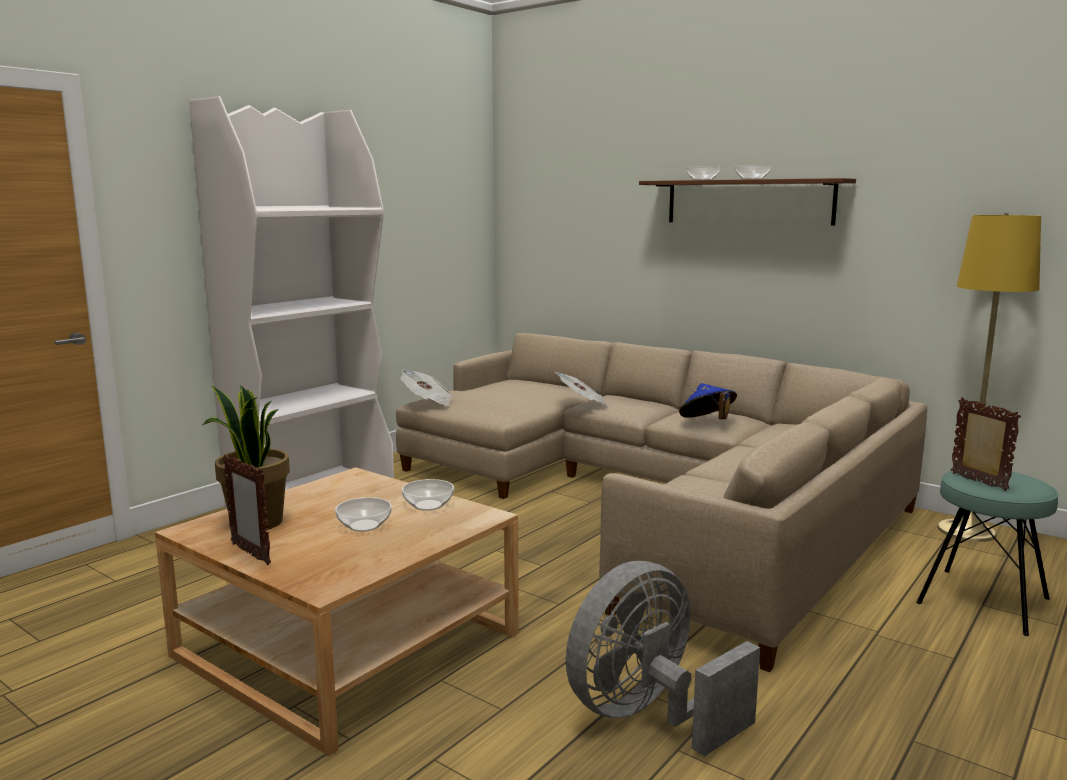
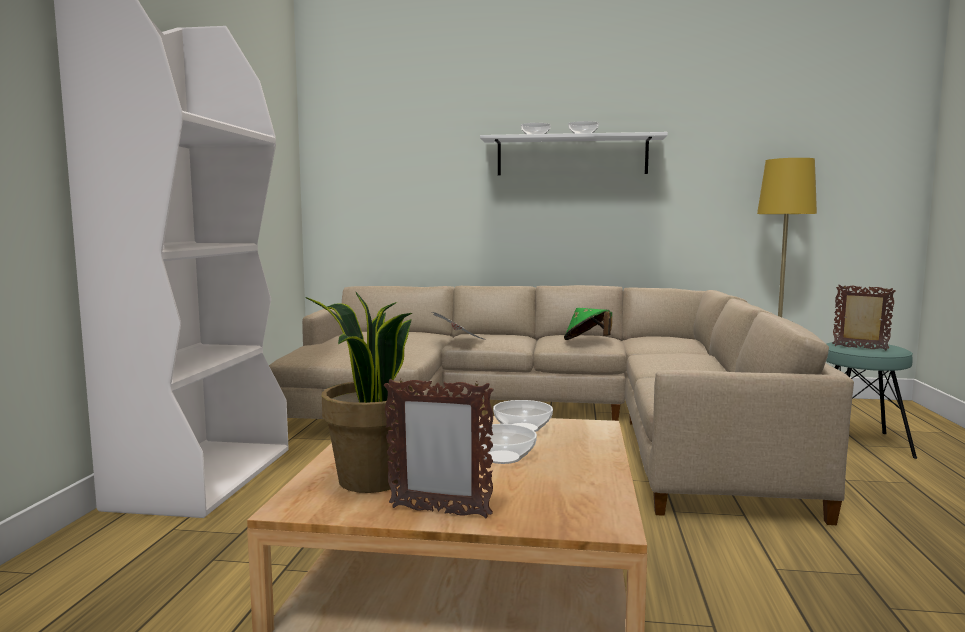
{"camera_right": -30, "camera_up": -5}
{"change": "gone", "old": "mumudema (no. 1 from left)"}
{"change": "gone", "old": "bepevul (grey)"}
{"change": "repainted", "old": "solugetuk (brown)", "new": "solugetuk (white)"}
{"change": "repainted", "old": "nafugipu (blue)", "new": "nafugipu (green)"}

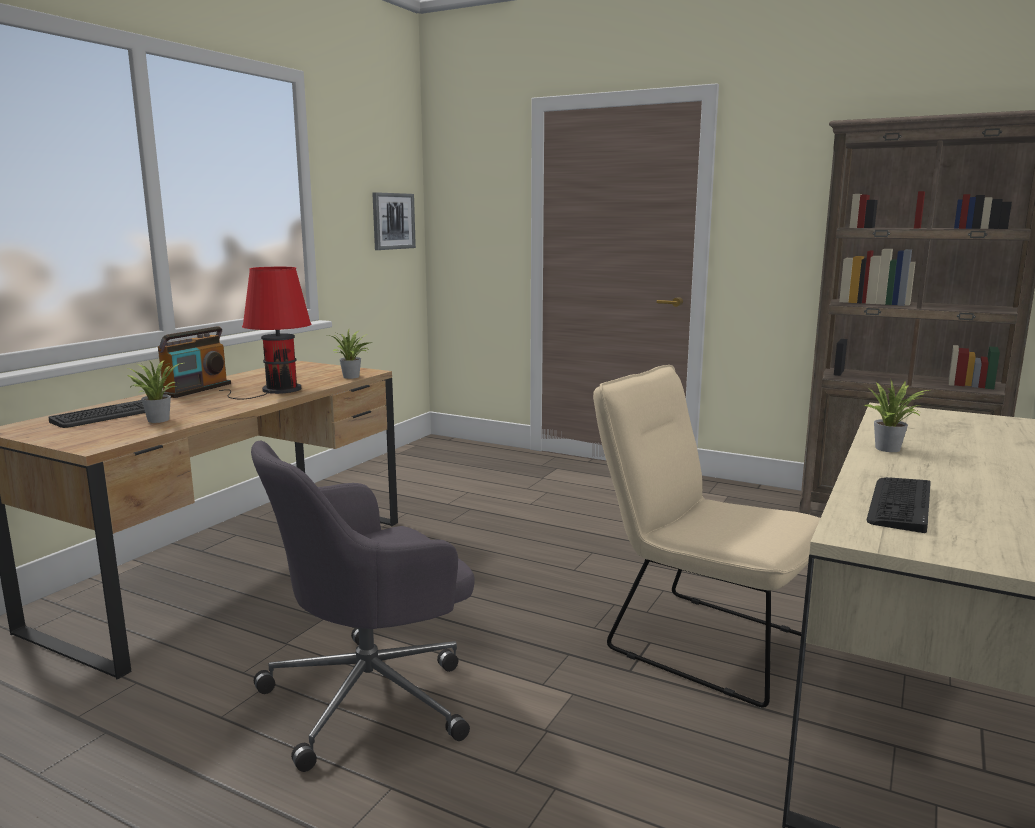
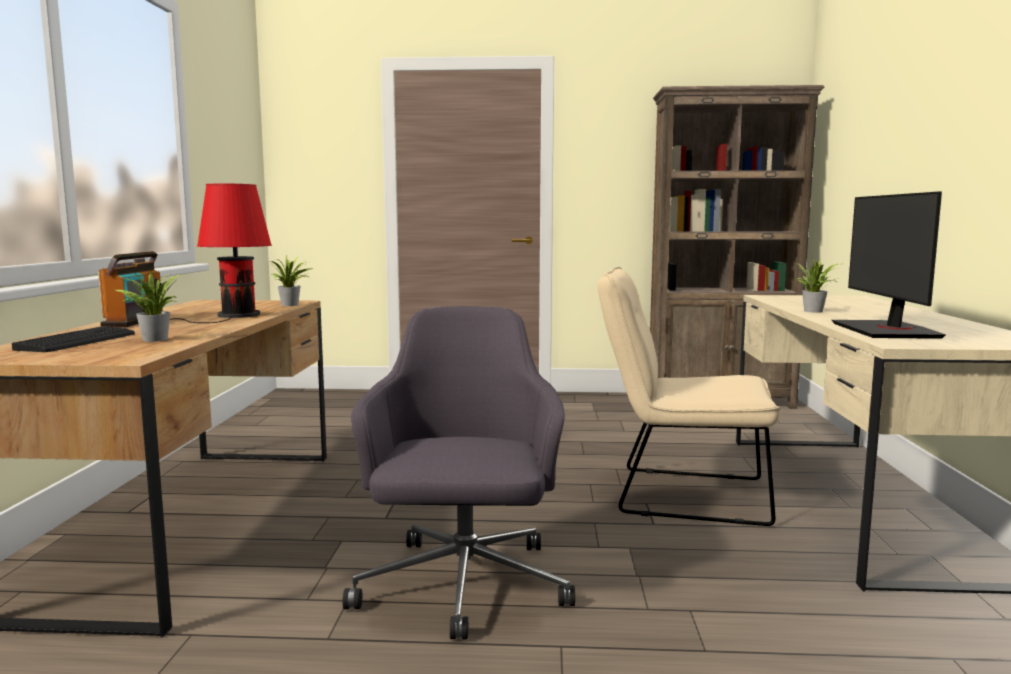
{"camera_right": -25, "camera_up": -5}
{"change": "gone", "old": "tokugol"}
{"change": "swapped", "old": "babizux (no. 2 from left)", "new": "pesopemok"}
{"change": "rotated", "old": "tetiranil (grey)", "degrees": 150}

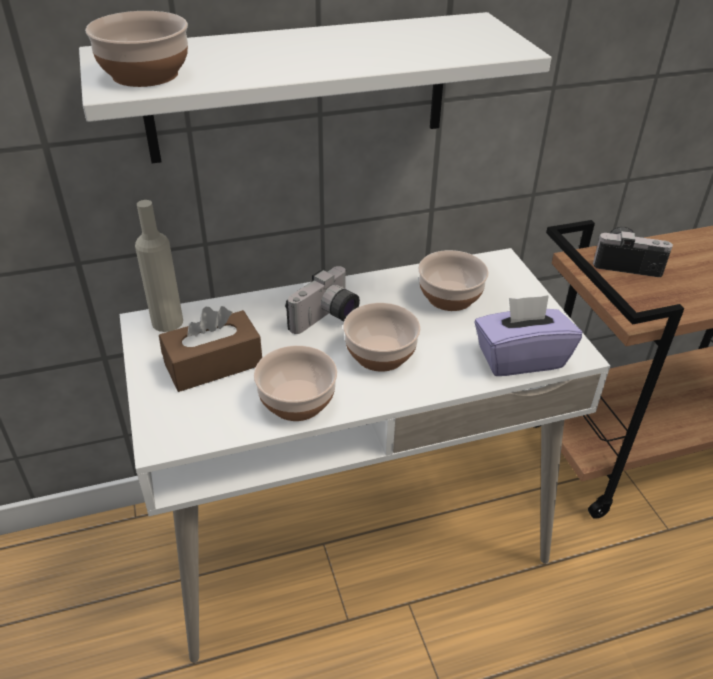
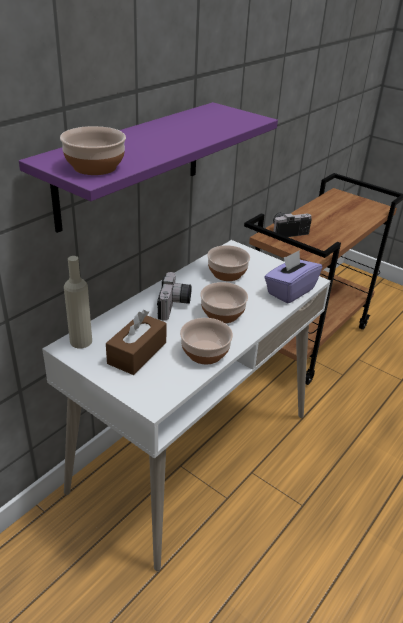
{"camera_right": -35, "camera_up": -5}
{"change": "repainted", "old": "solugetuk (white)", "new": "solugetuk (purple)"}

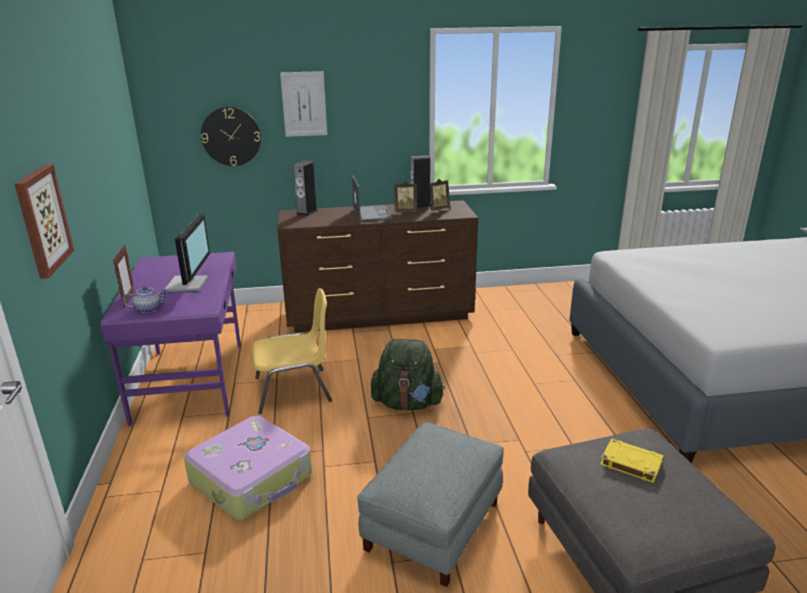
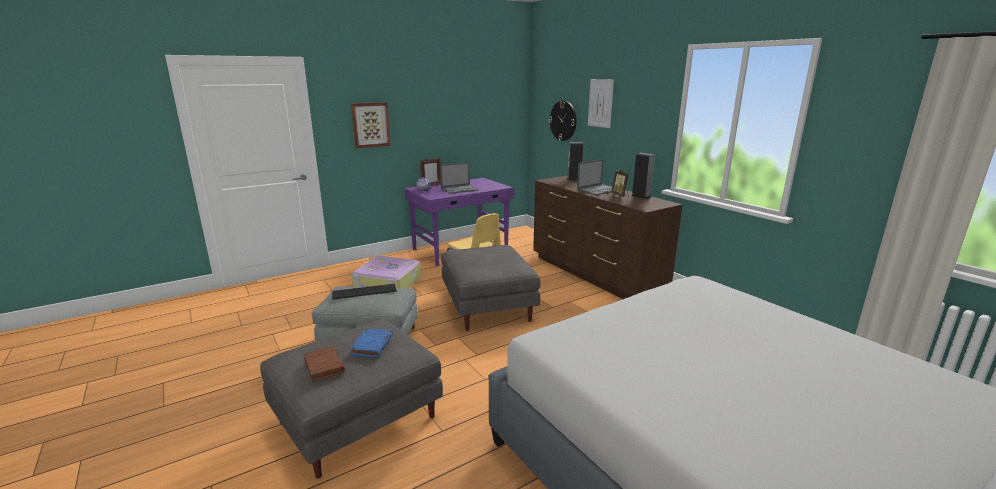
{"camera_right": 65, "camera_up": -5}
{"change": "gone", "old": "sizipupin (no. 3 from left)"}
{"change": "new", "new": "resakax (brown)"}
{"change": "new", "new": "babizux"}
{"change": "swapped", "old": "pesopemok", "new": "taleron (no. 1 from left)"}
{"change": "swapped", "old": "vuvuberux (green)", "new": "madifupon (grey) (no. 3 from left)"}
{"change": "repainted", "old": "resakax (yellow)", "new": "resakax (blue)"}

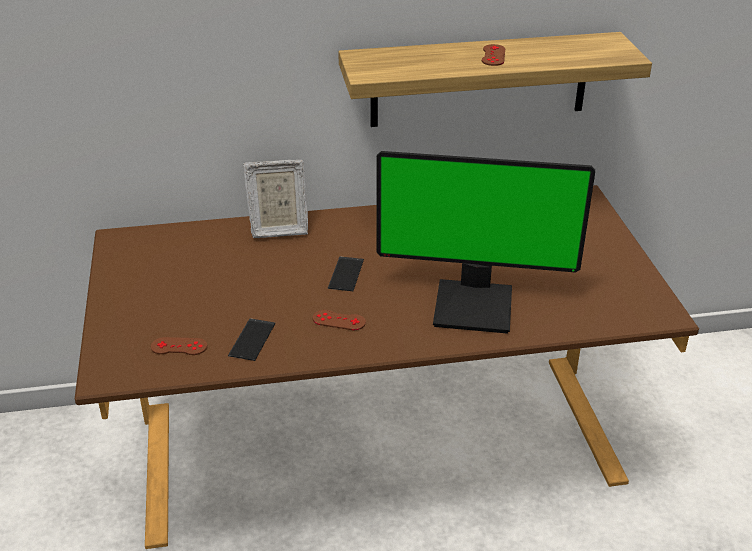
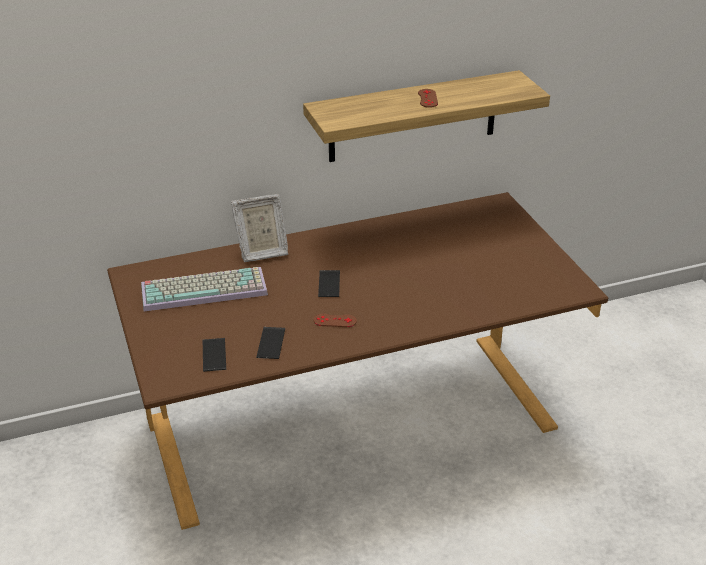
{"camera_right": -10, "camera_up": 0}
{"change": "gone", "old": "pesopemok"}
{"change": "new", "new": "babizux"}
{"change": "swapped", "old": "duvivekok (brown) (no. 1 from left)", "new": "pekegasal (no. 1 from left)"}

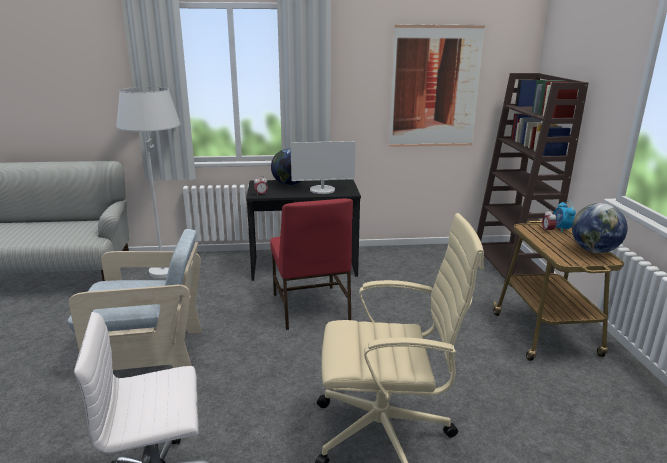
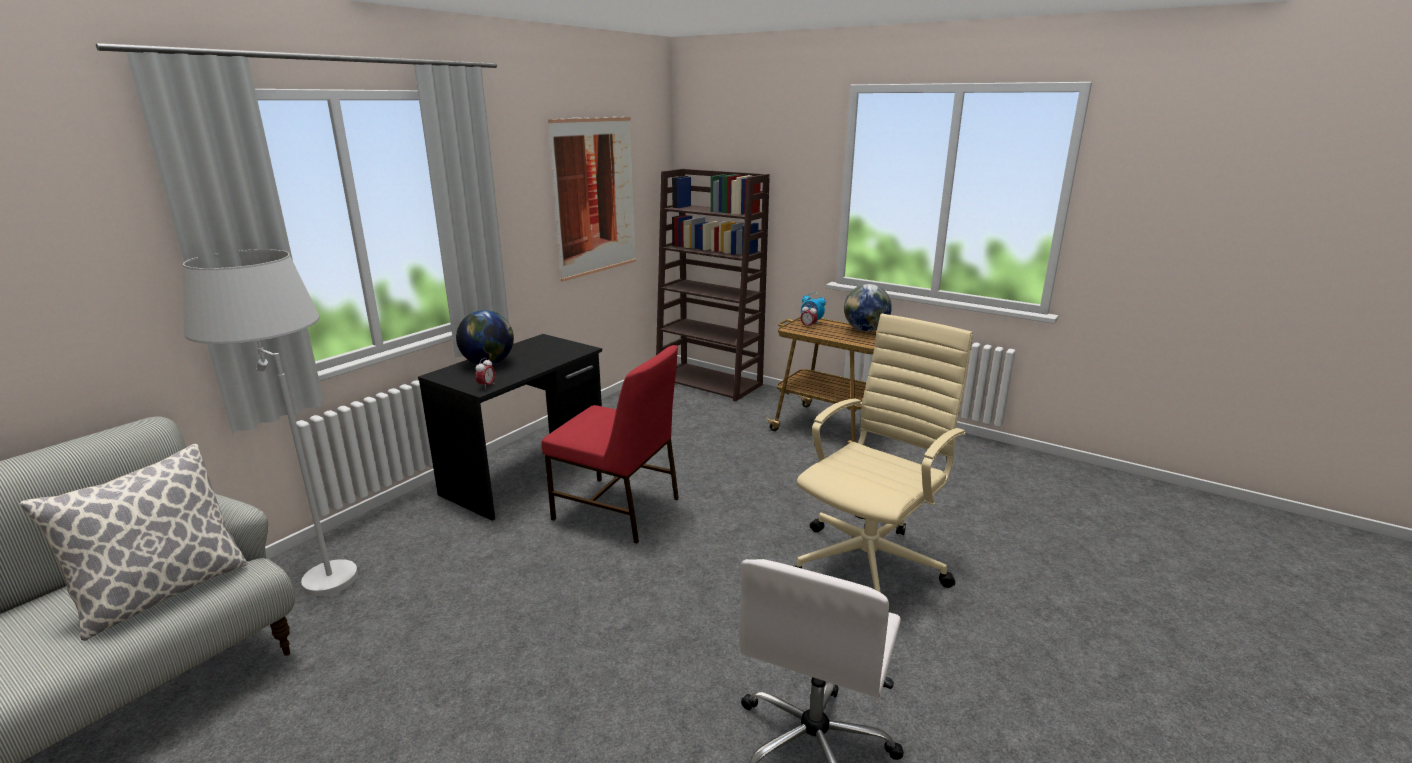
{"camera_right": -50, "camera_up": 0}
{"change": "gone", "old": "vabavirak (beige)"}
{"change": "gone", "old": "pesopemok"}
{"change": "new", "new": "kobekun"}

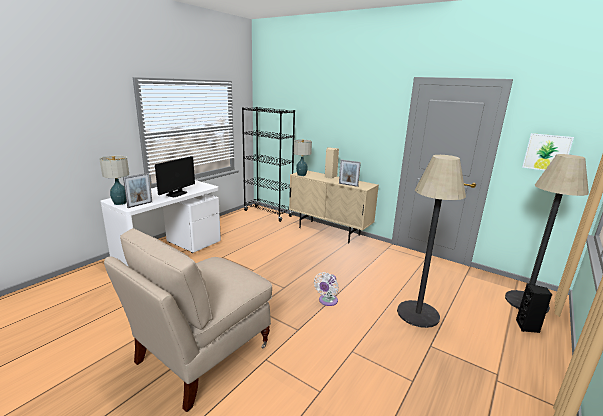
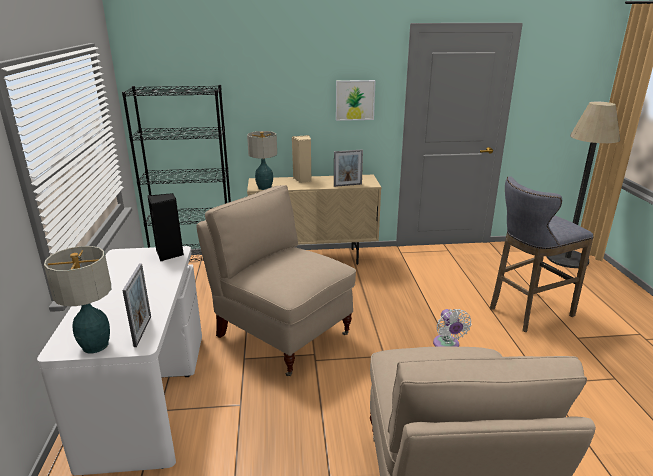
{"camera_right": -40, "camera_up": 5}
{"change": "gone", "old": "pesopemok"}
{"change": "new", "new": "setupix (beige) (no. 1 from left)"}
{"change": "shifted", "old": "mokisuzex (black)"}
{"change": "shifted", "old": "tokugol"}
{"change": "swapped", "old": "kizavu (no. 1 from left)", "new": "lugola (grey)"}

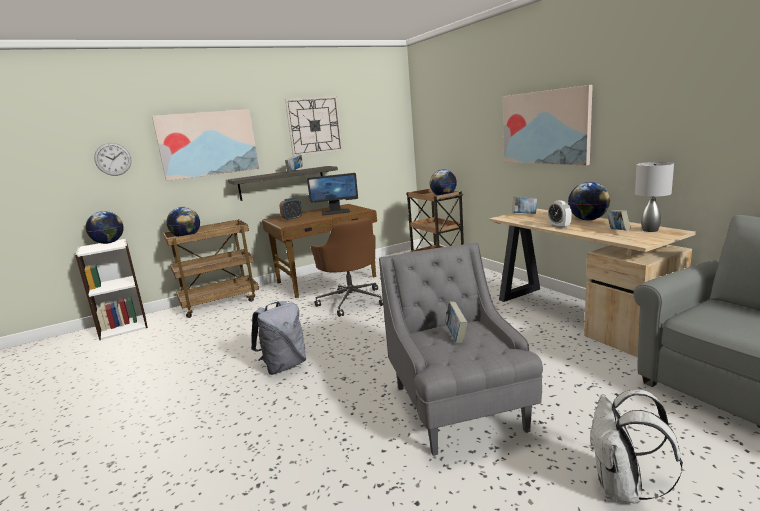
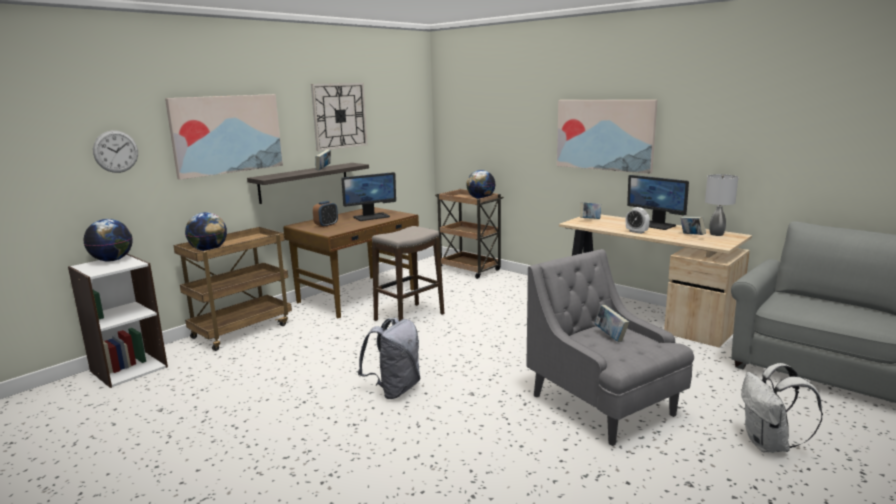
{"camera_right": -20, "camera_up": 0}
{"change": "swapped", "old": "tetiranil (brown)", "new": "lugola"}
{"change": "swapped", "old": "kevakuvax (no. 4 from left)", "new": "pesopemok (no. 2 from left)"}

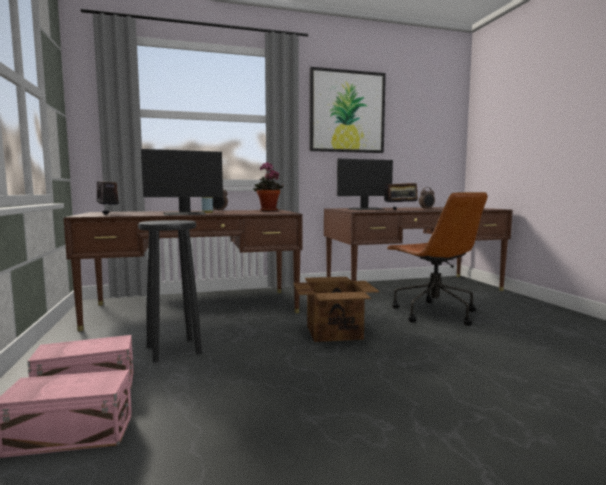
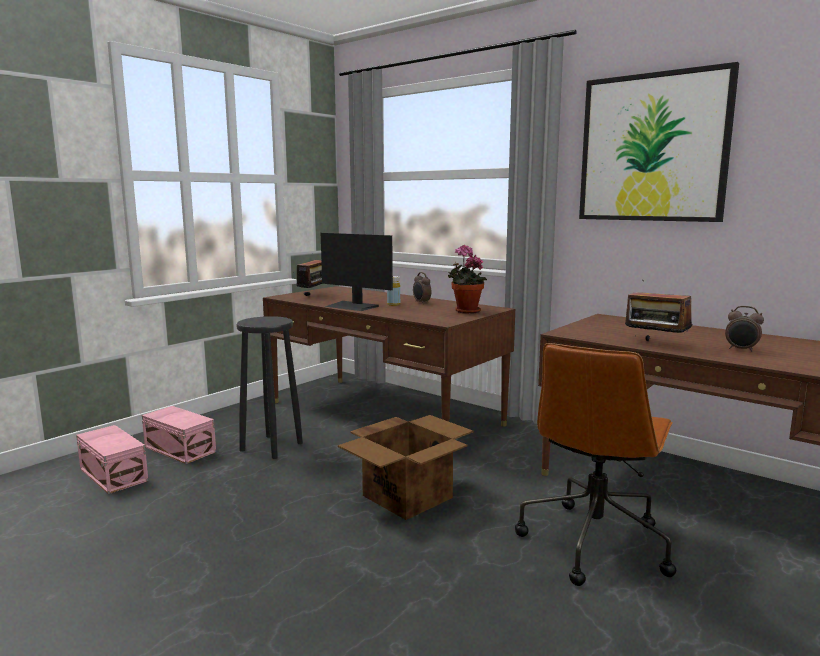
{"camera_right": 55, "camera_up": 5}
{"change": "gone", "old": "pesopemok (no. 2 from left)"}

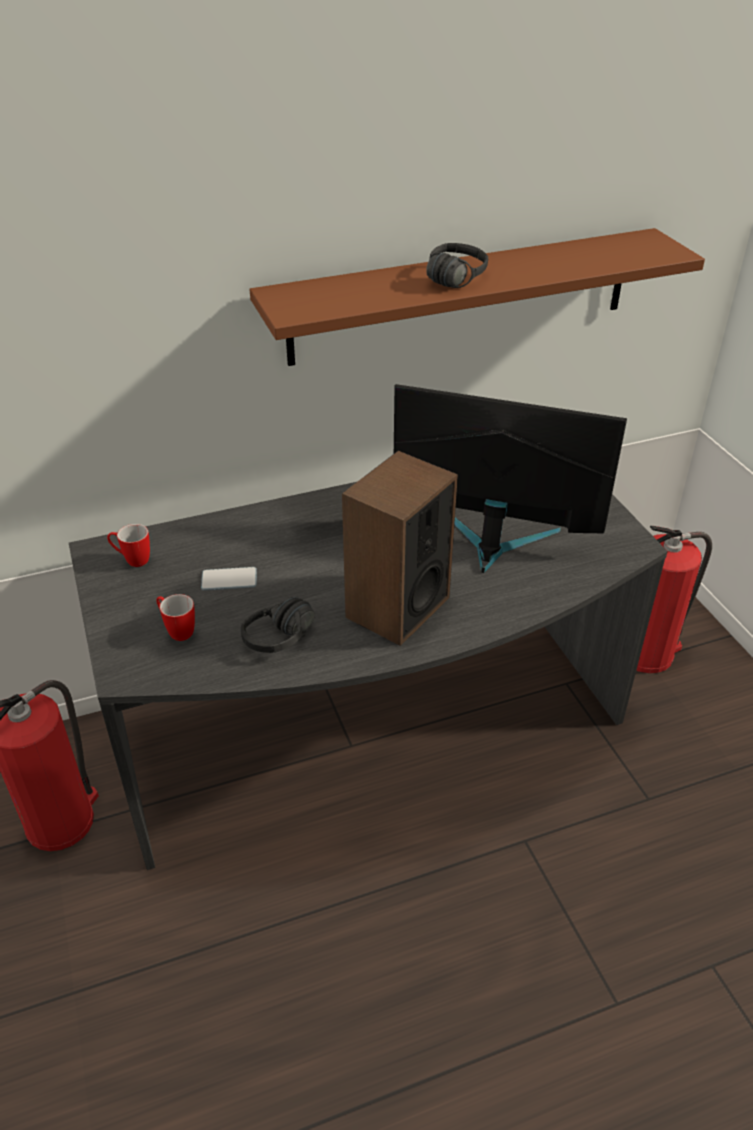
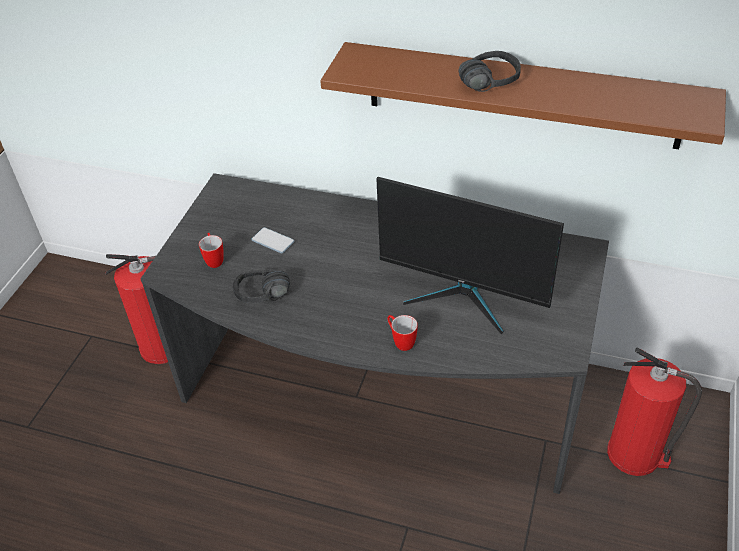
{"camera_right": 40, "camera_up": 5}
{"change": "gone", "old": "mokisuzex"}
{"change": "shifted", "old": "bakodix (no. 1 from left in the first image)", "new": "bakodix (no. 2 from left)"}
{"change": "rotated", "old": "pesopemok", "degrees": 150}

